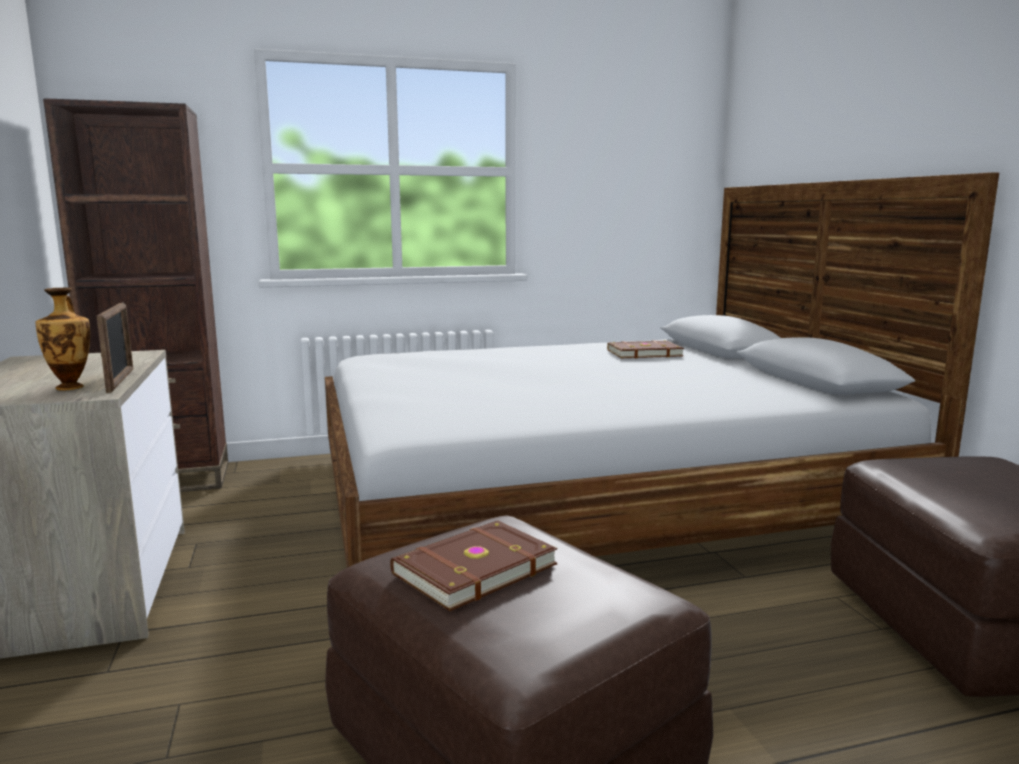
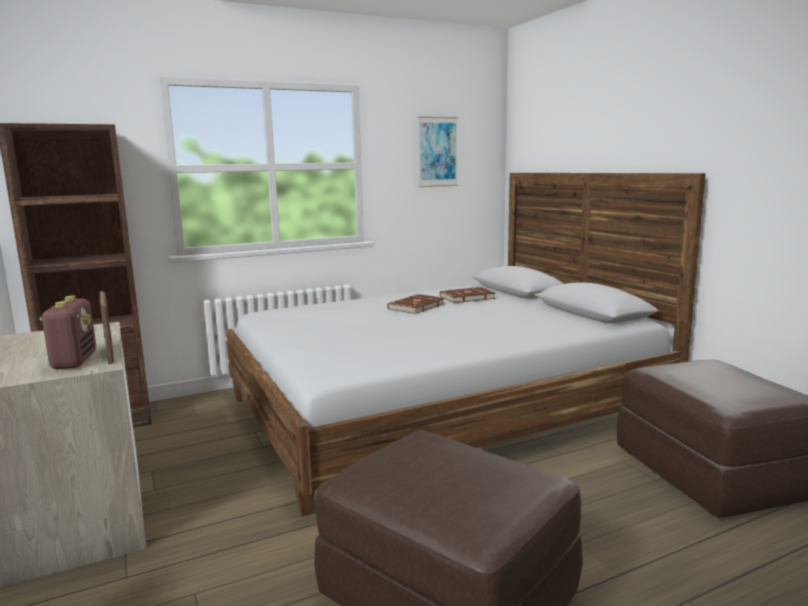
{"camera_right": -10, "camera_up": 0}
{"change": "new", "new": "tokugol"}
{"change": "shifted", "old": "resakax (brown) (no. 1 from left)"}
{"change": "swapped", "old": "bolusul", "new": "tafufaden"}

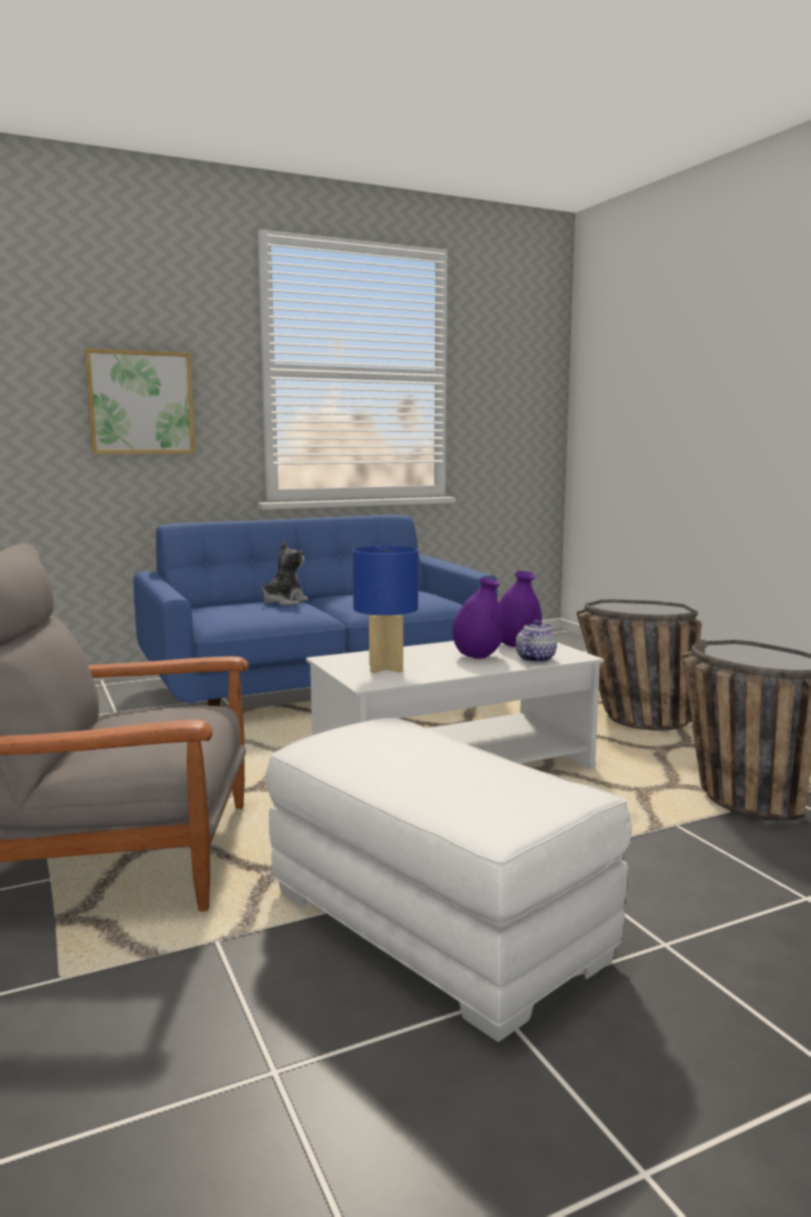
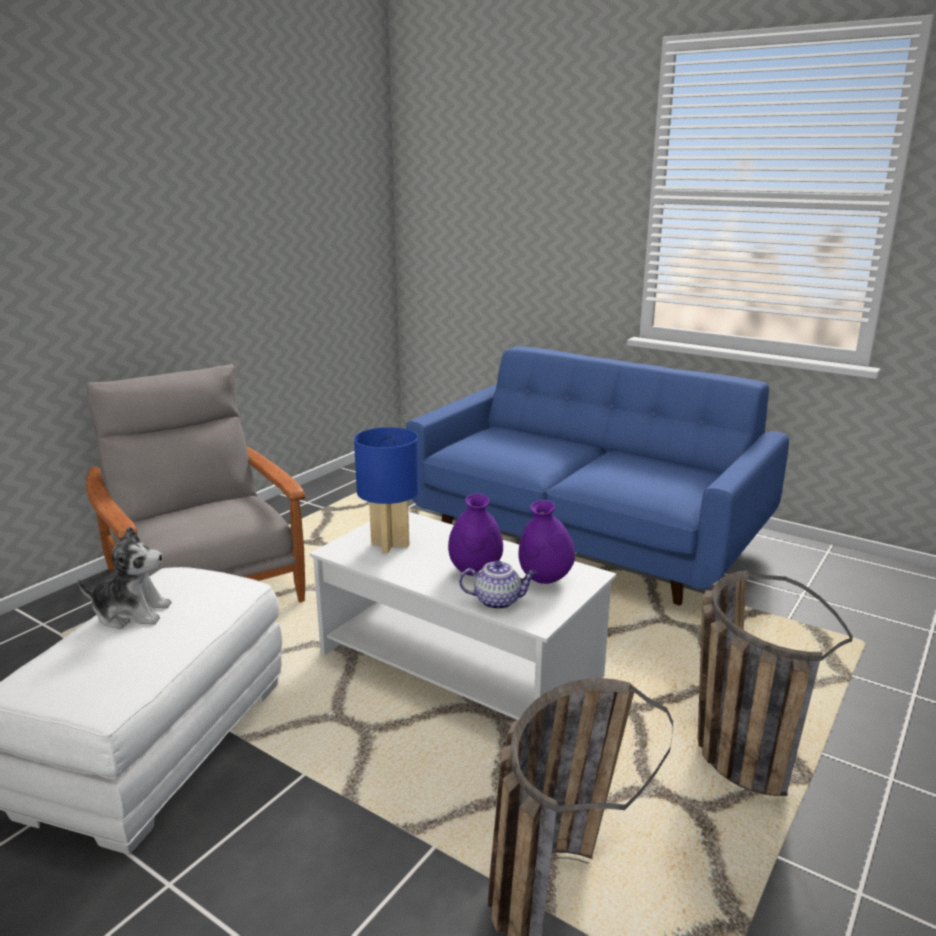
{"camera_right": 60, "camera_up": 10}
{"change": "gone", "old": "tokugol"}
{"change": "shifted", "old": "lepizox"}

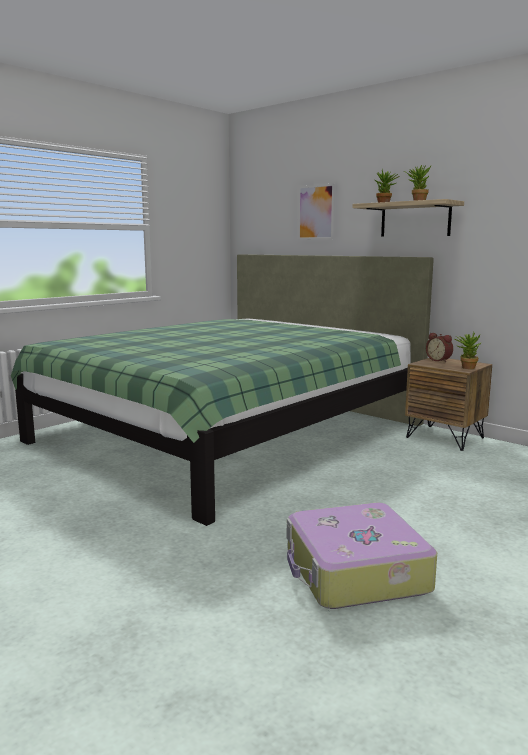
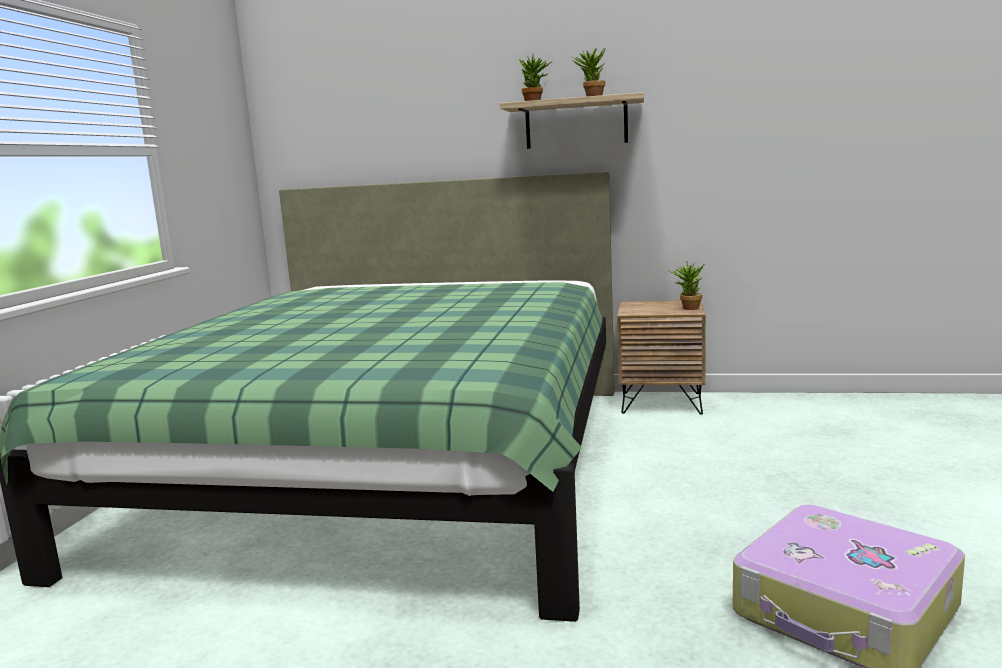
{"camera_right": -30, "camera_up": 0}
{"change": "gone", "old": "tokugol"}
{"change": "gone", "old": "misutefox"}

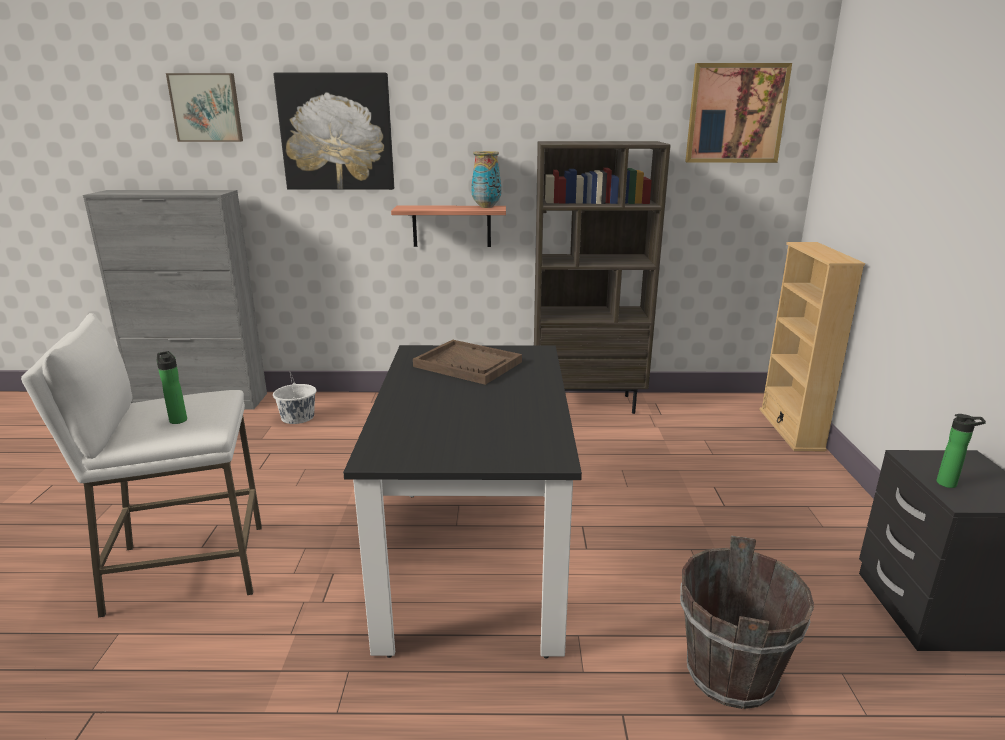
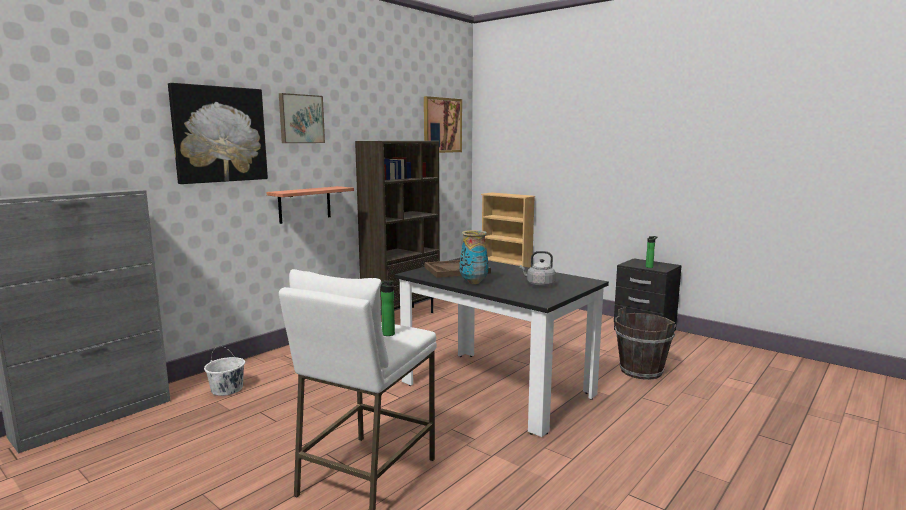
{"camera_right": -50, "camera_up": -10}
{"change": "new", "new": "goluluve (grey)"}
{"change": "shifted", "old": "tokugol (no. 1 from left in the first image)", "new": "tokugol (no. 2 from left)"}
{"change": "shifted", "old": "bolusul"}

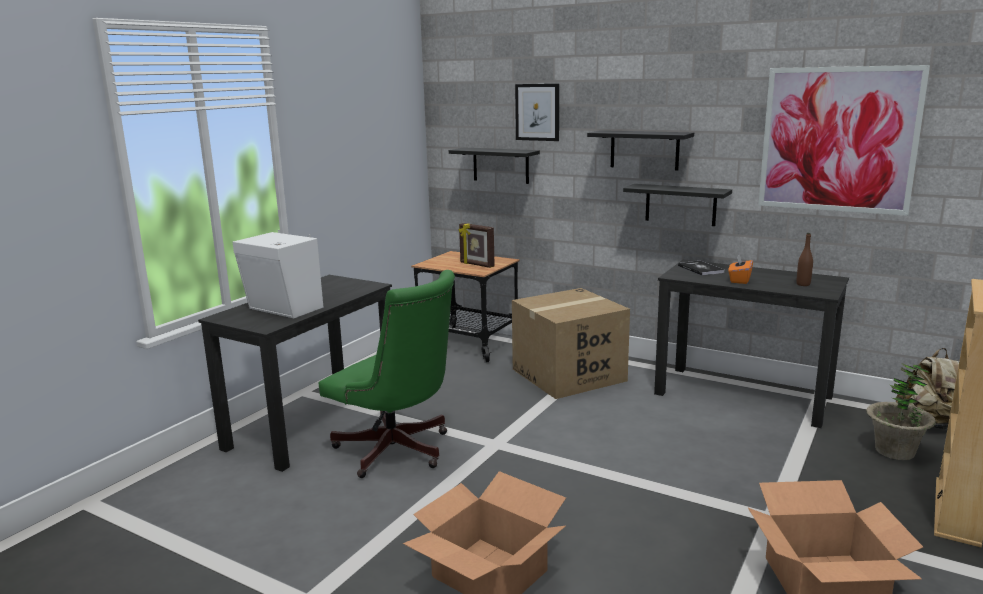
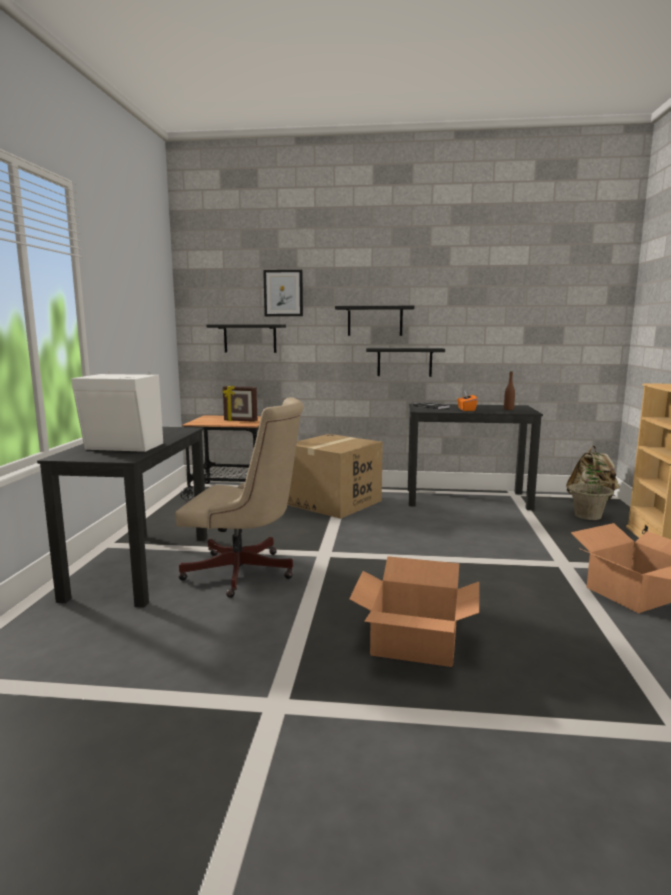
{"camera_right": -25, "camera_up": -5}
{"change": "gone", "old": "tokugol (no. 2 from left)"}
{"change": "repainted", "old": "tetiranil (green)", "new": "tetiranil (beige)"}

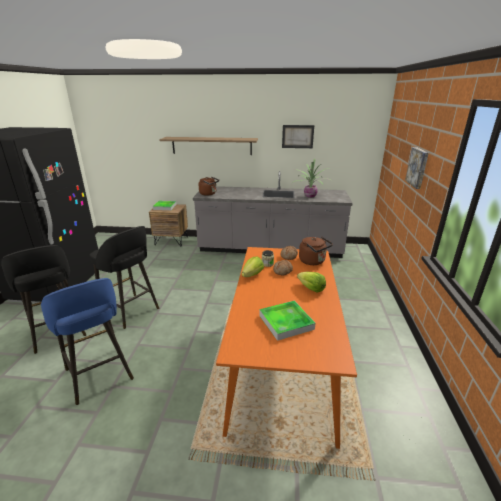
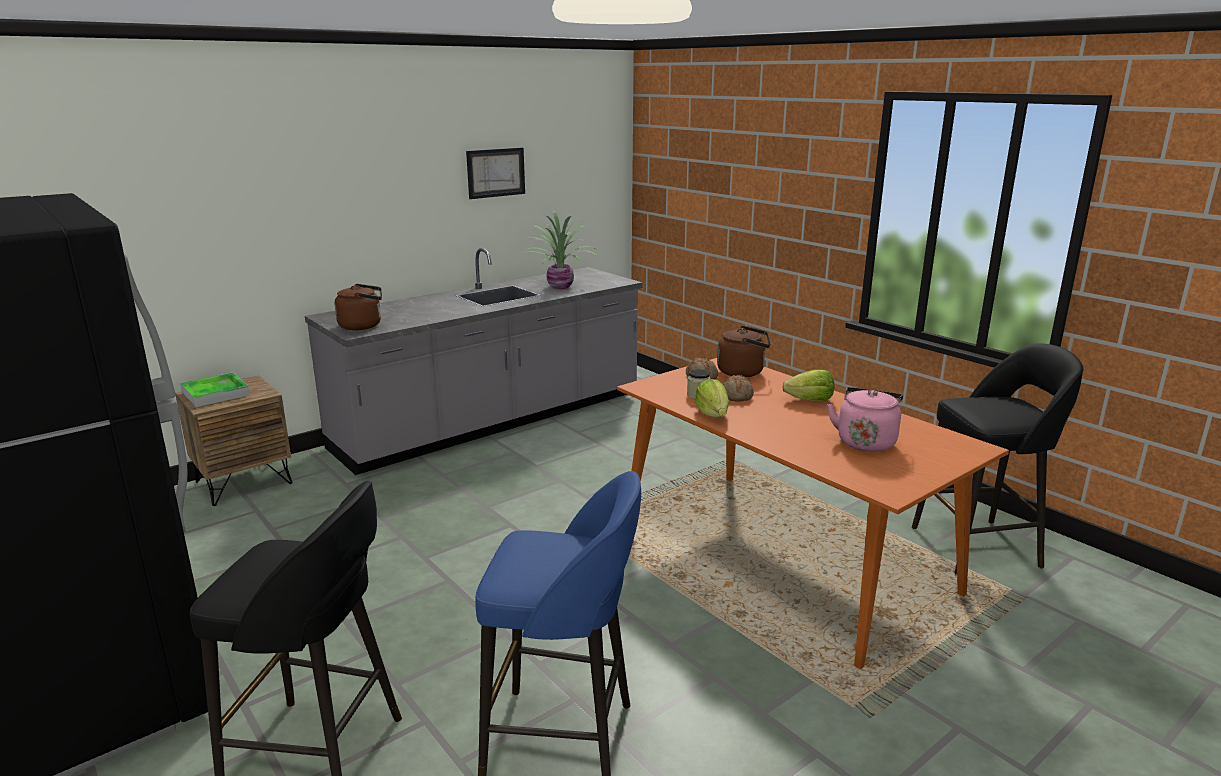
{"camera_right": -45, "camera_up": -5}
{"change": "gone", "old": "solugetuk"}
{"change": "gone", "old": "tokugol (no. 2 from left)"}
{"change": "shifted", "old": "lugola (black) (no. 2 from left)"}
{"change": "swapped", "old": "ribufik (no. 2 from left)", "new": "goluluve (pink)"}

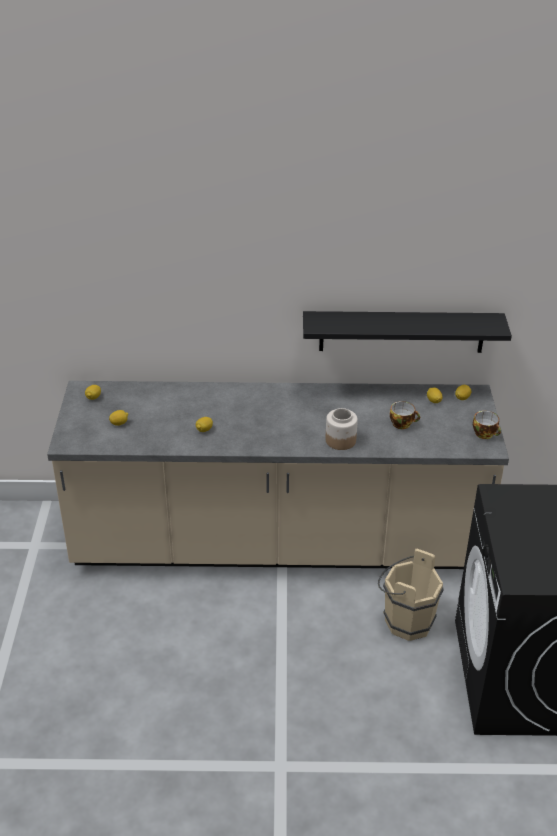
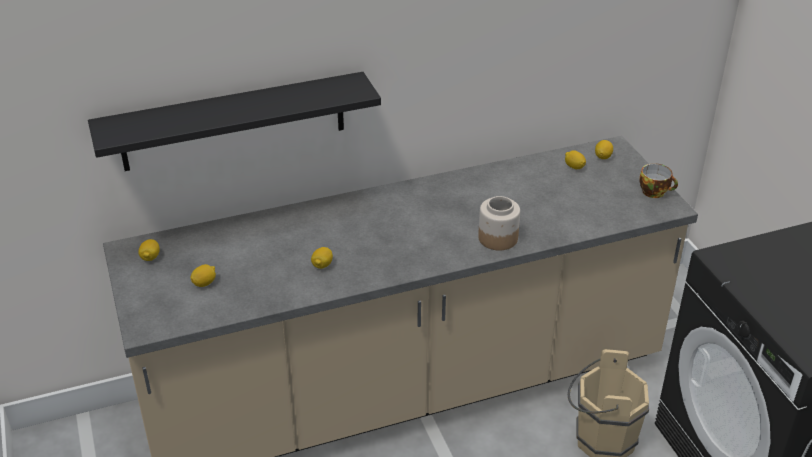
{"camera_right": -20, "camera_up": 0}
{"change": "gone", "old": "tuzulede (no. 1 from left)"}
{"change": "shifted", "old": "solugetuk (black)"}

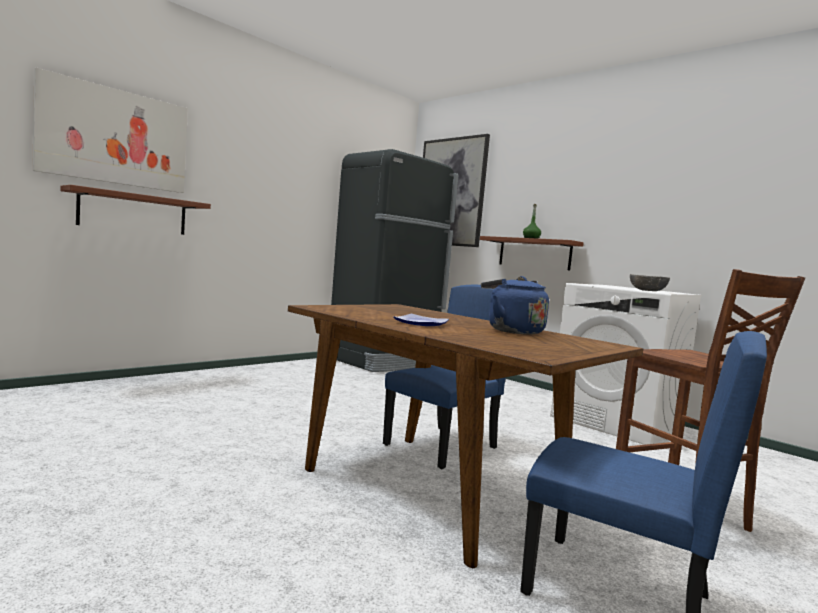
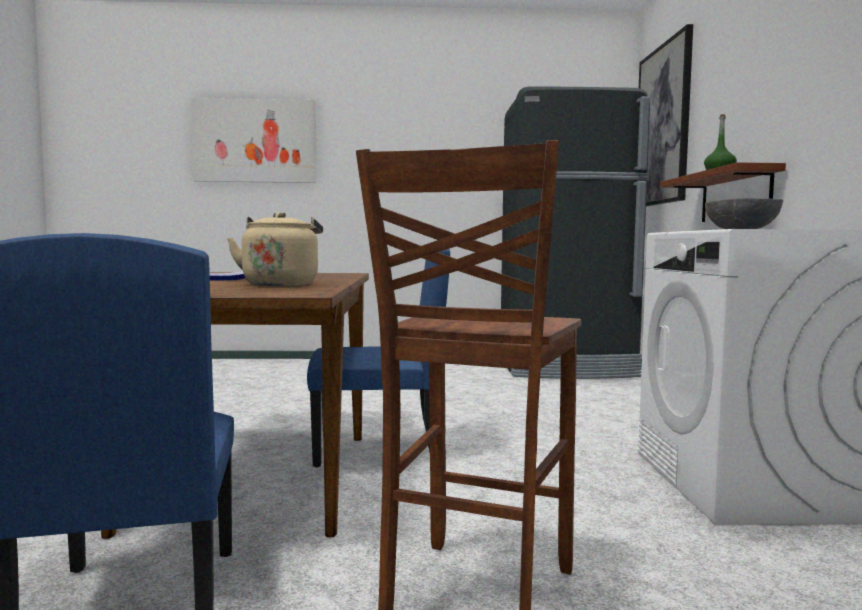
{"camera_right": 45, "camera_up": 0}
{"change": "gone", "old": "solugetuk (brown) (no. 1 from left)"}
{"change": "repainted", "old": "goluluve (blue)", "new": "goluluve (beige)"}

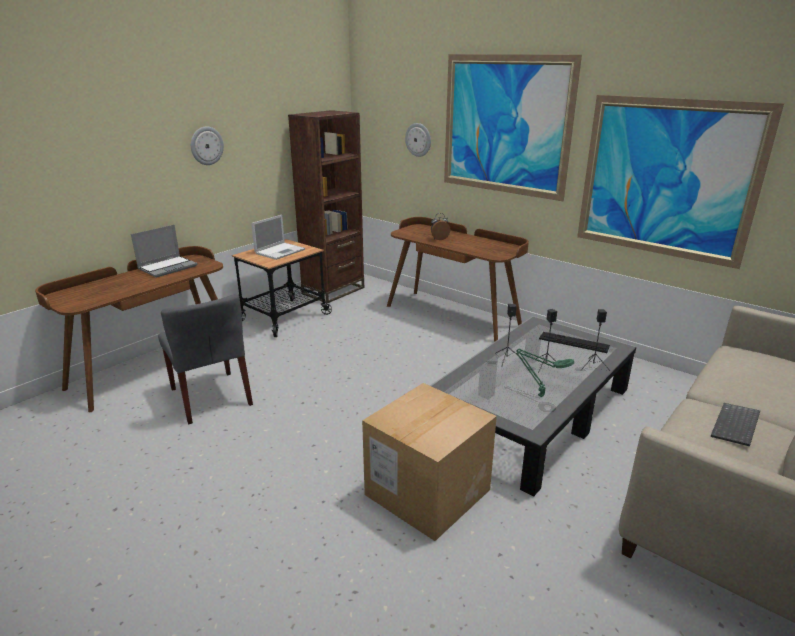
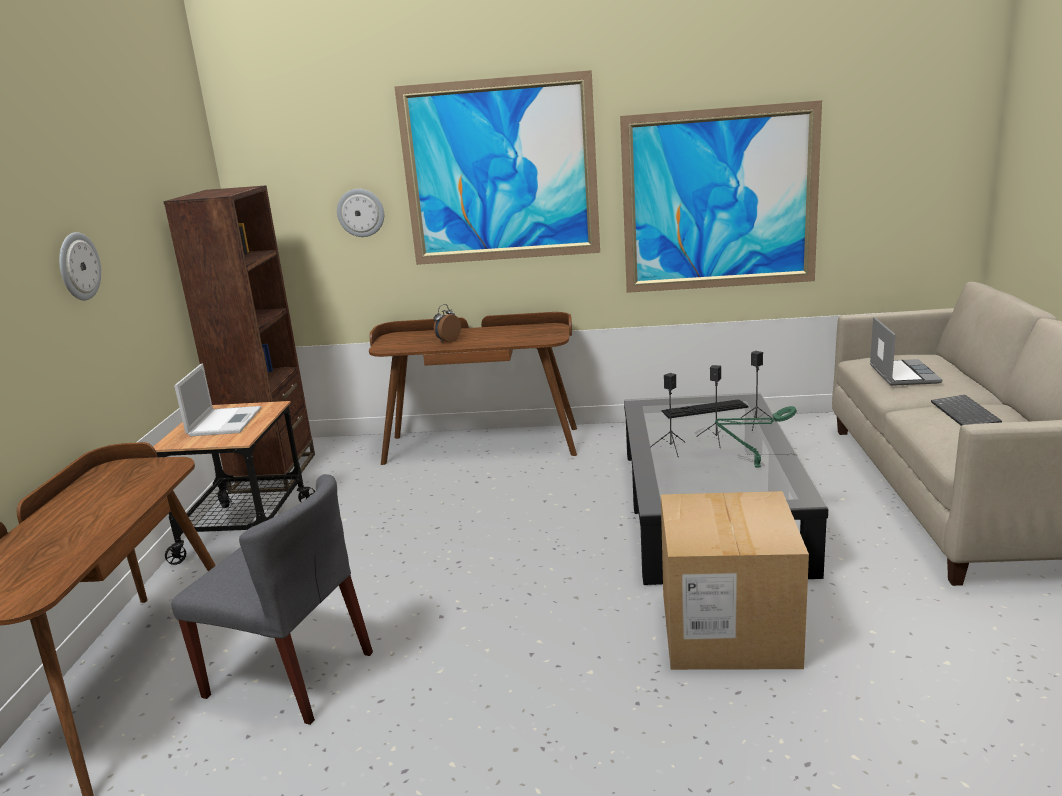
{"camera_right": -35, "camera_up": -5}
{"change": "shifted", "old": "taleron (no. 1 from left in the first image)", "new": "taleron (no. 2 from left)"}

